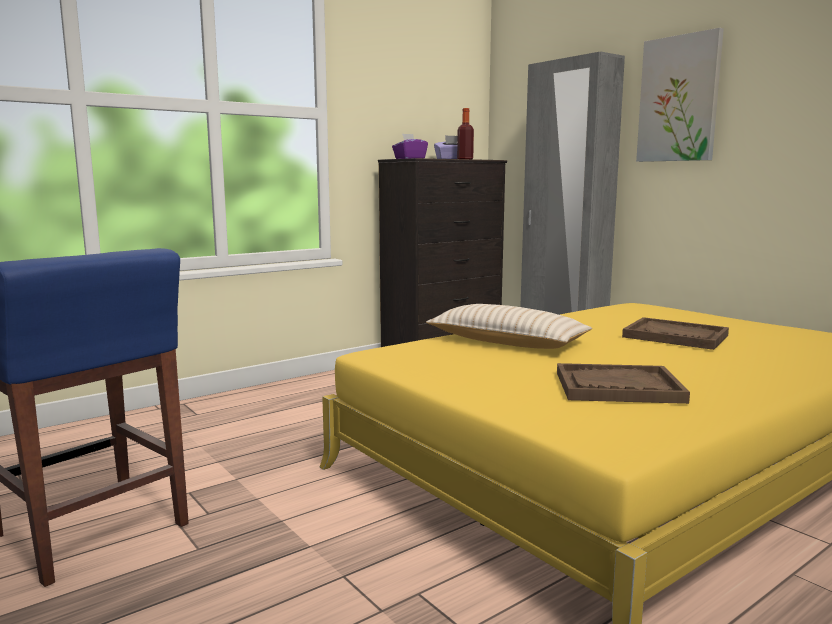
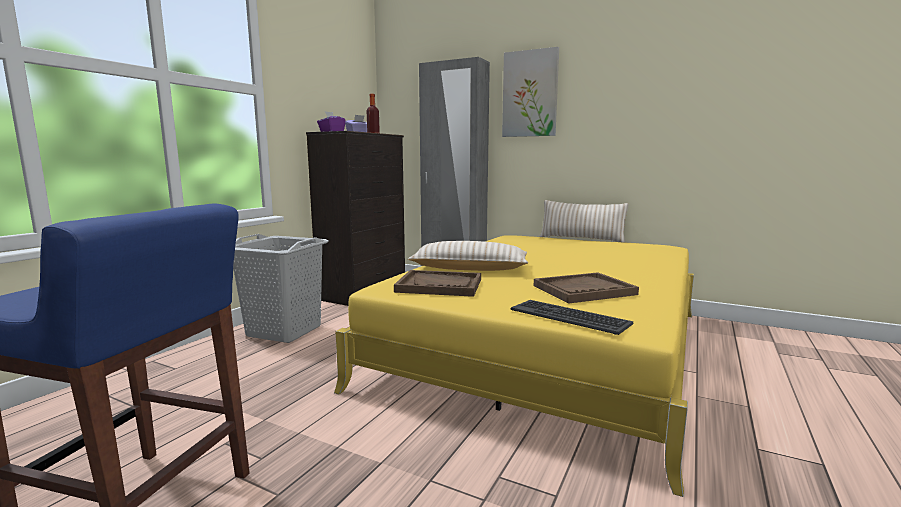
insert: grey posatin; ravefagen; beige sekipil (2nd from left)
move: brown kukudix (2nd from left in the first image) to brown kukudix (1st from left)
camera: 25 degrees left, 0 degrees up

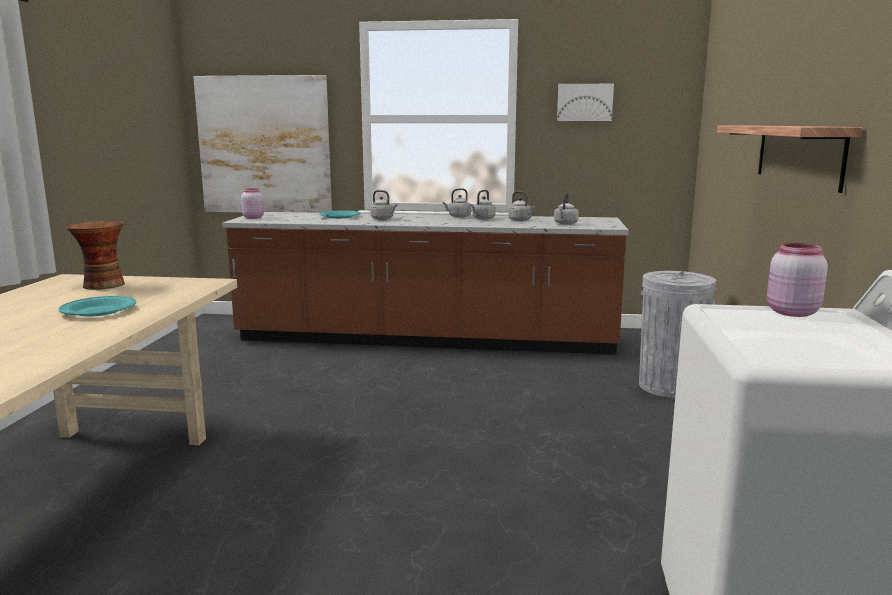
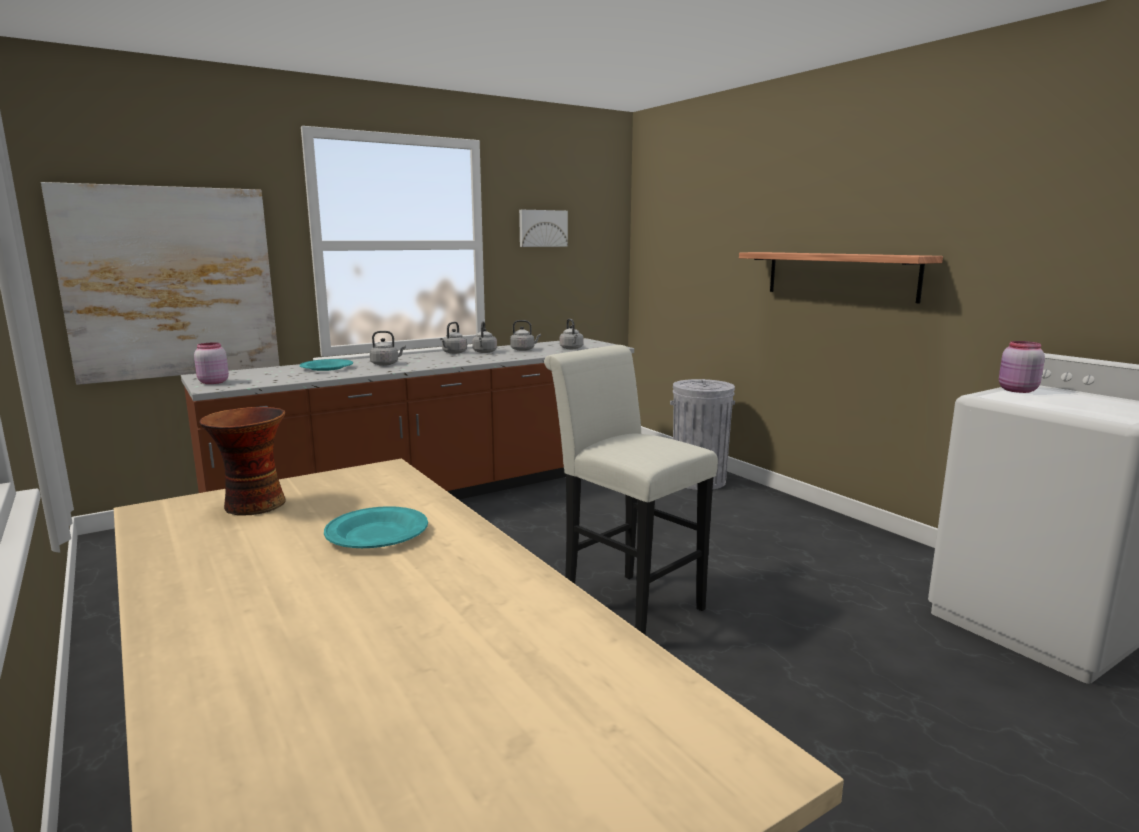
insert: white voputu
camera: 40 degrees left, 0 degrees up

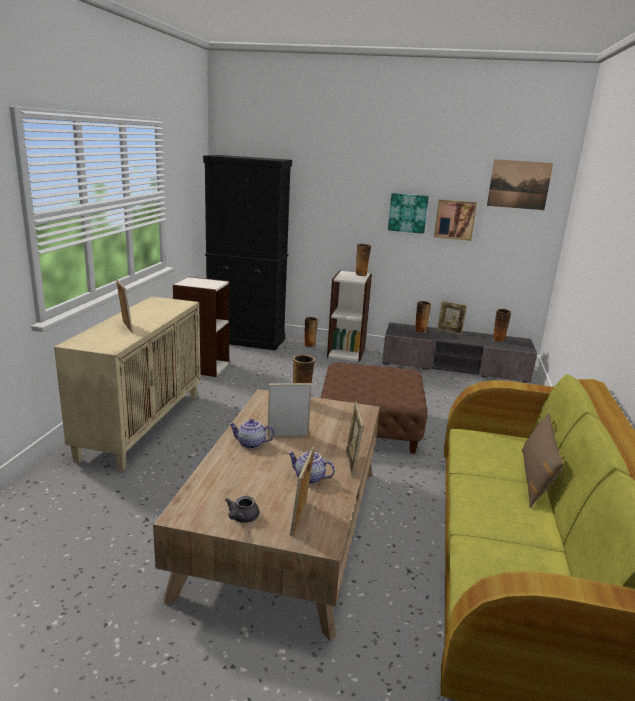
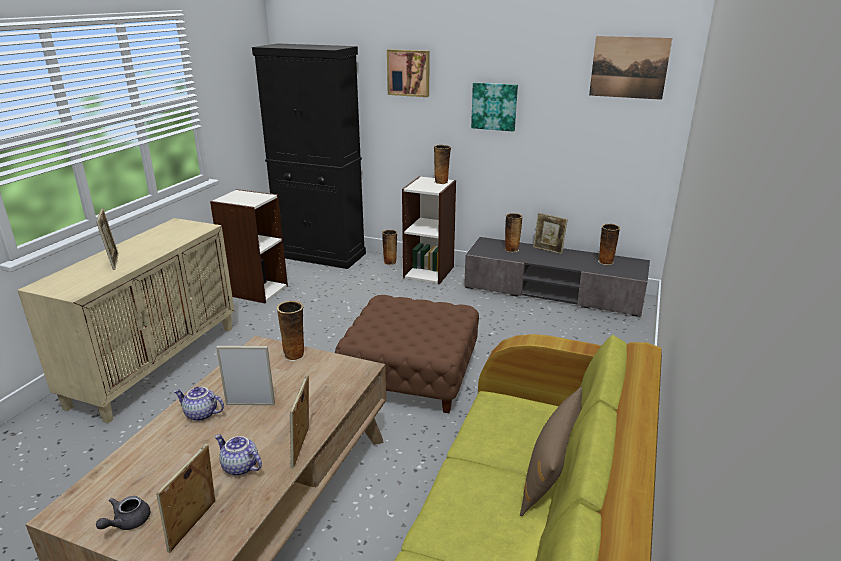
move: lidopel (2nd from left in the first image) to lidopel (1st from left)
camera: 10 degrees right, 5 degrees up

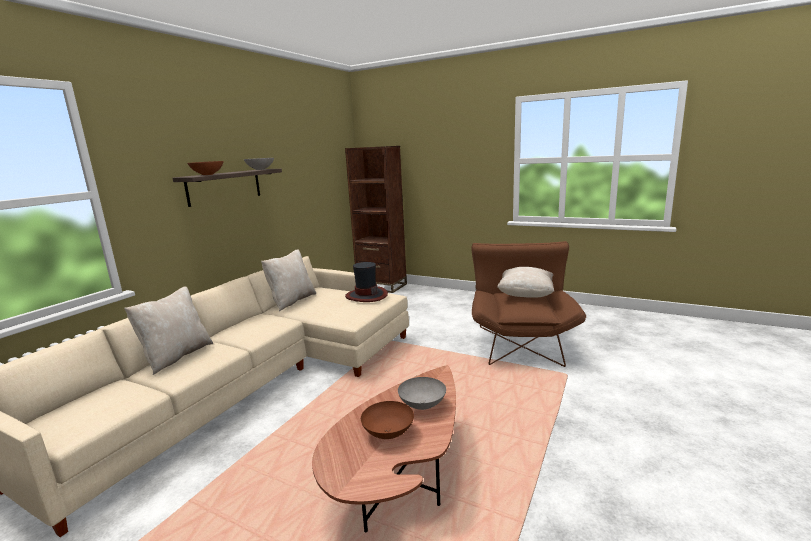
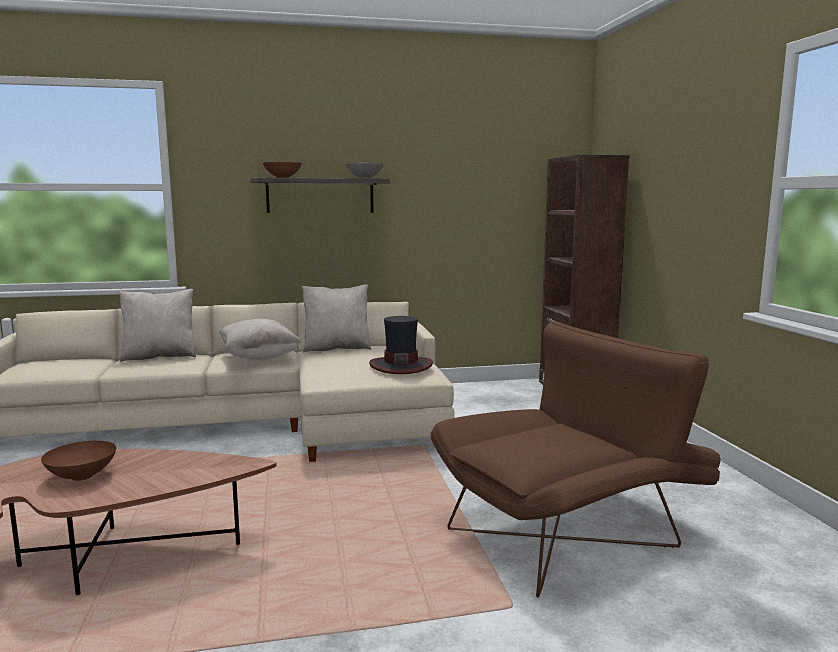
delete: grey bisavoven (2nd from left)
move: beige sekipil (3rd from left in the first image) to beige sekipil (2nd from left)
camera: 50 degrees right, 5 degrees down

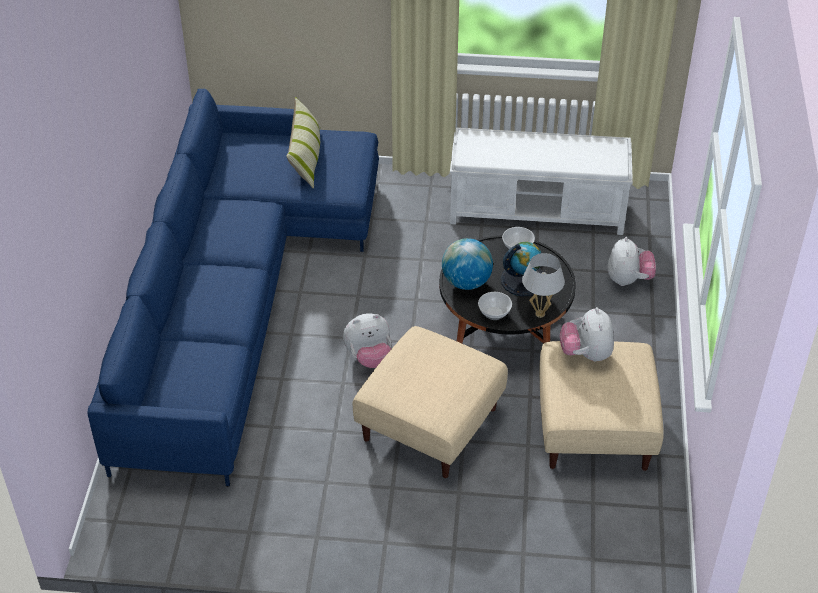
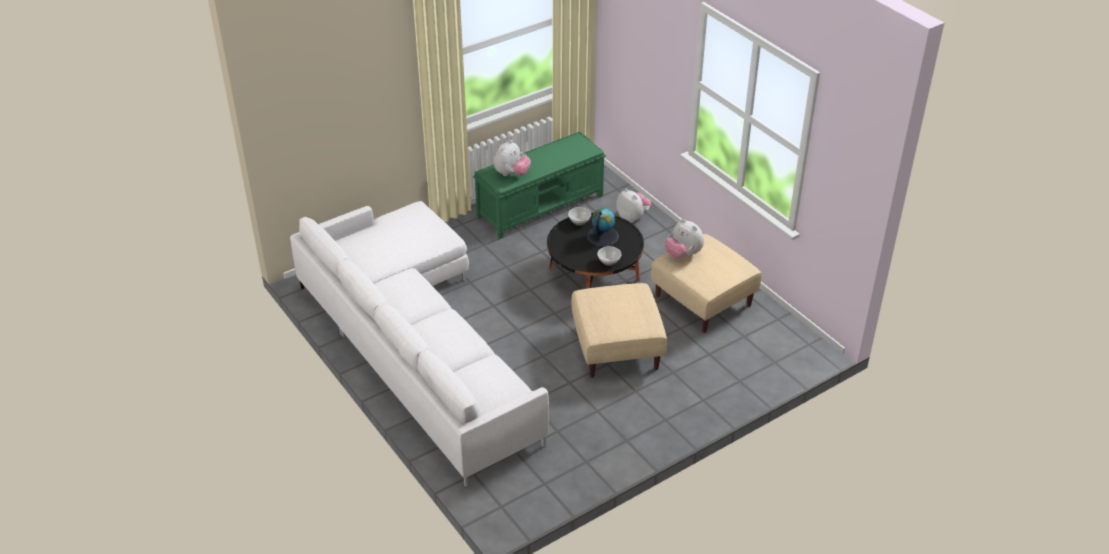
delete: sekipil; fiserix (1st from left); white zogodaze
move: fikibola (1st from left)
recolor: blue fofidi to white fofidi; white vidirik to green vidirik
camera: 40 degrees left, 5 degrees down

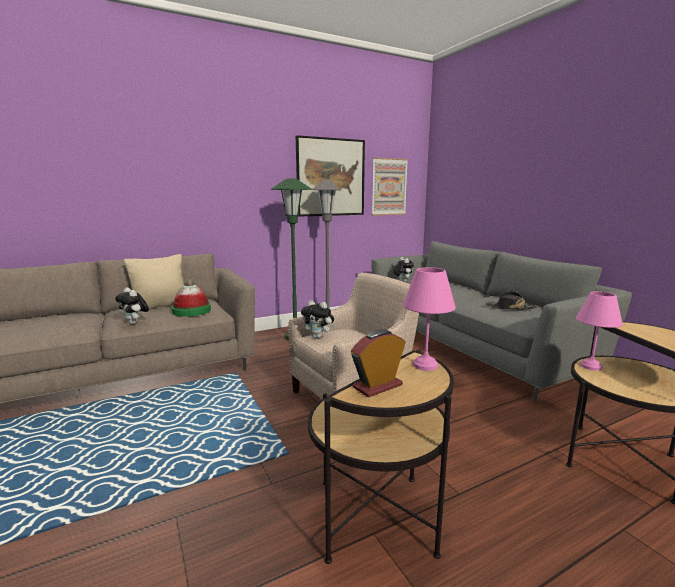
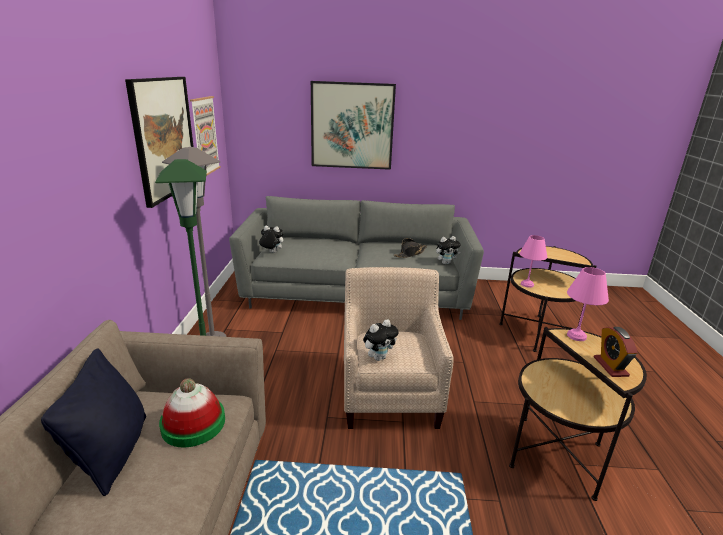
insert: lidopel (3rd from left)
move: fikibola (1st from left in the first image) to fikibola (3rd from left)
recolor: beige sekipil to black sekipil
camera: 60 degrees left, 10 degrees up

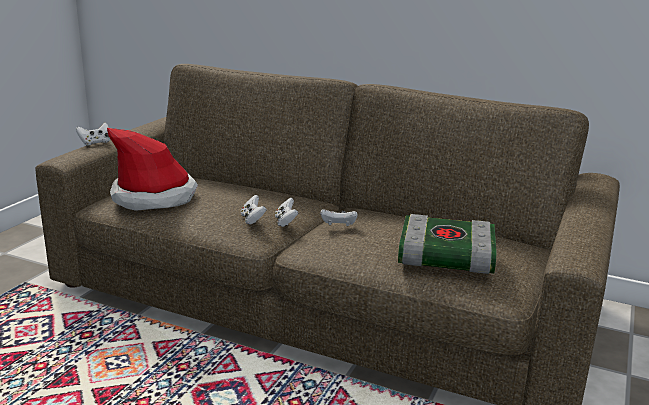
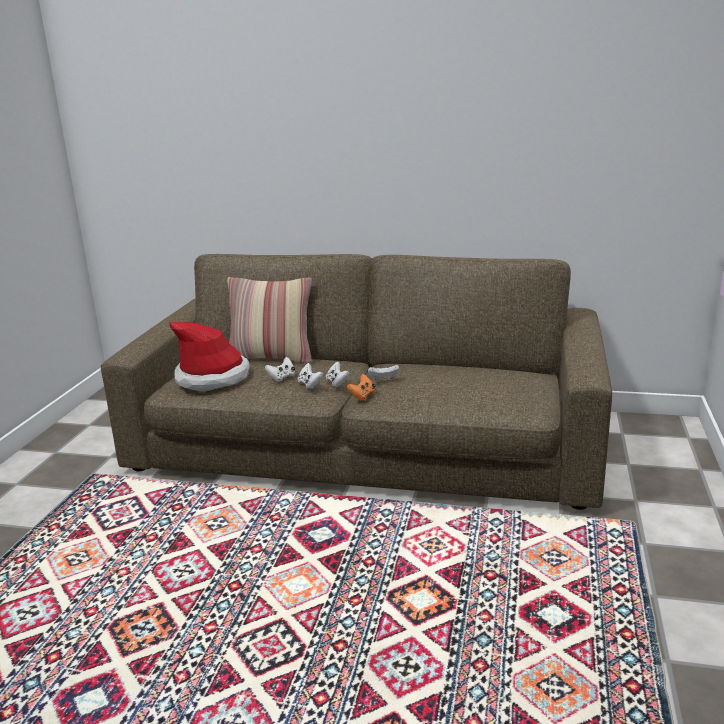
delete: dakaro
insert: sekipil; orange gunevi
move: white gunevi (1st from left)
camera: 10 degrees left, 0 degrees up

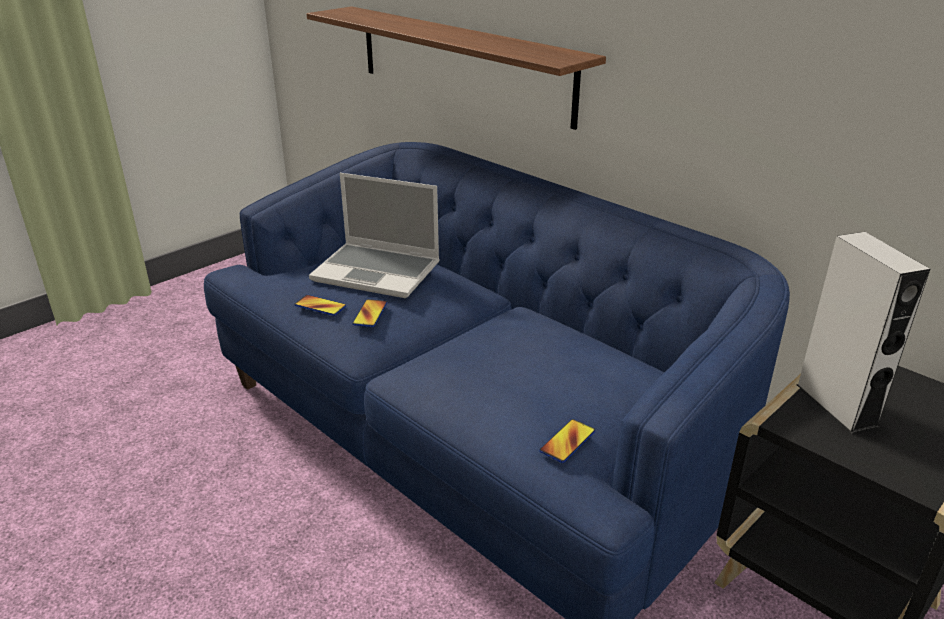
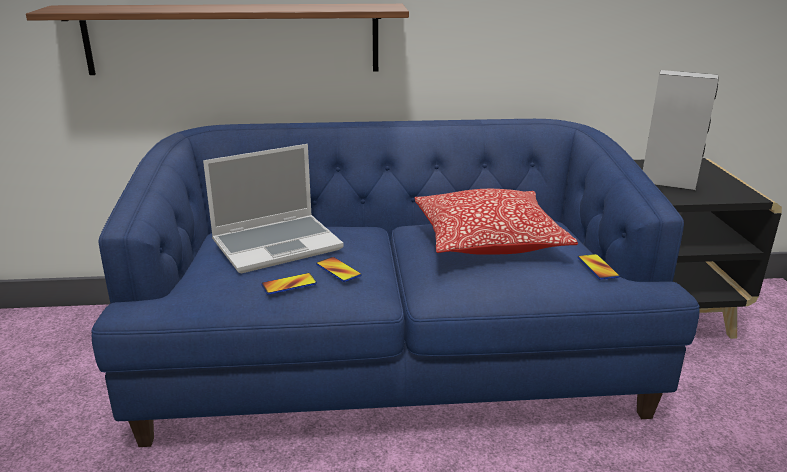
insert: sekipil
camera: 50 degrees left, 5 degrees down

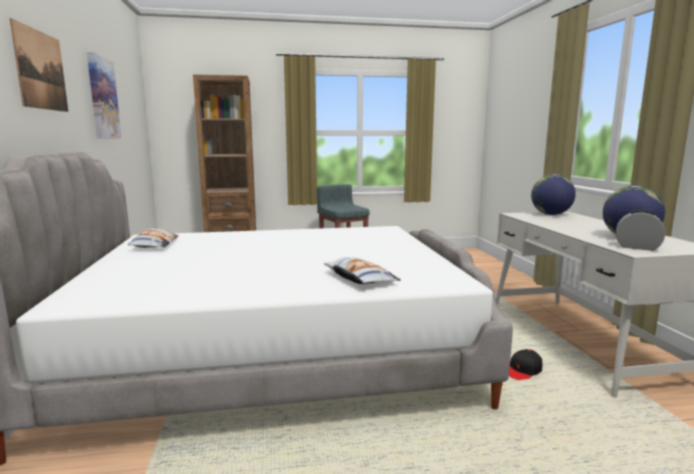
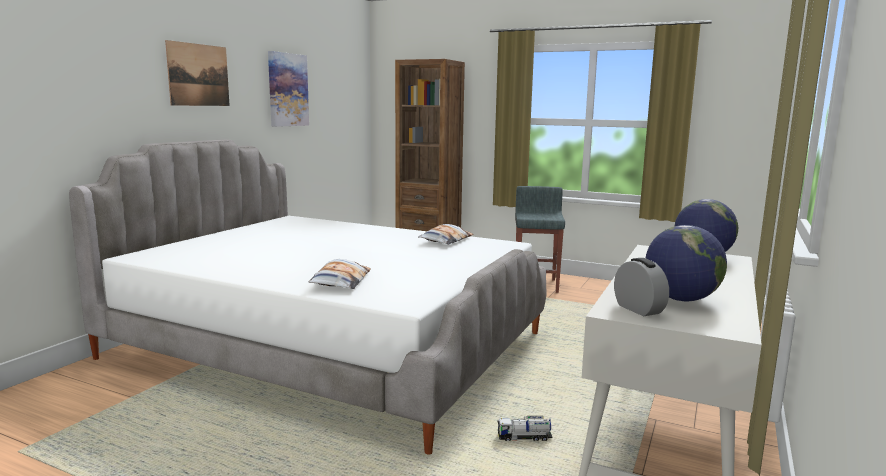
move: sekipil (1st from left in the first image) to sekipil (2nd from left)
replace: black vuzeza to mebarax
camera: 35 degrees right, 0 degrees up

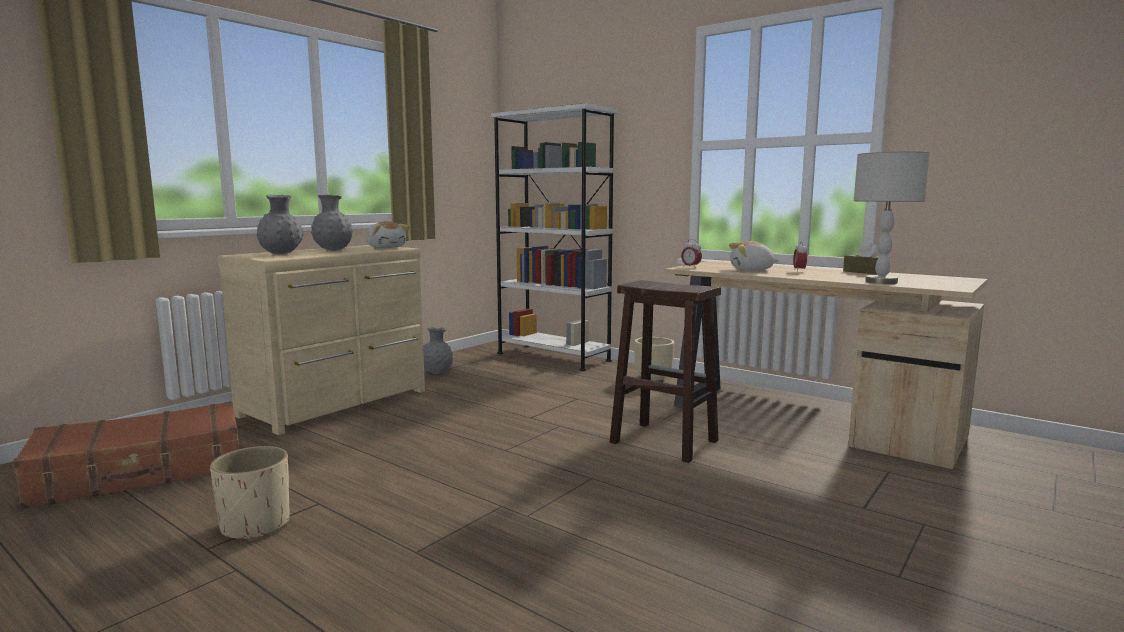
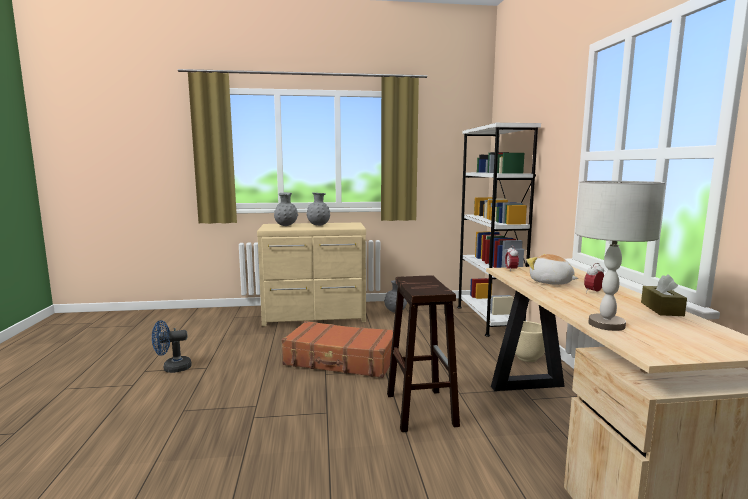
delete: fikibola (1st from left)
move: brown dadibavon
replace: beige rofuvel (1st from left) to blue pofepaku
camera: 45 degrees right, 0 degrees up

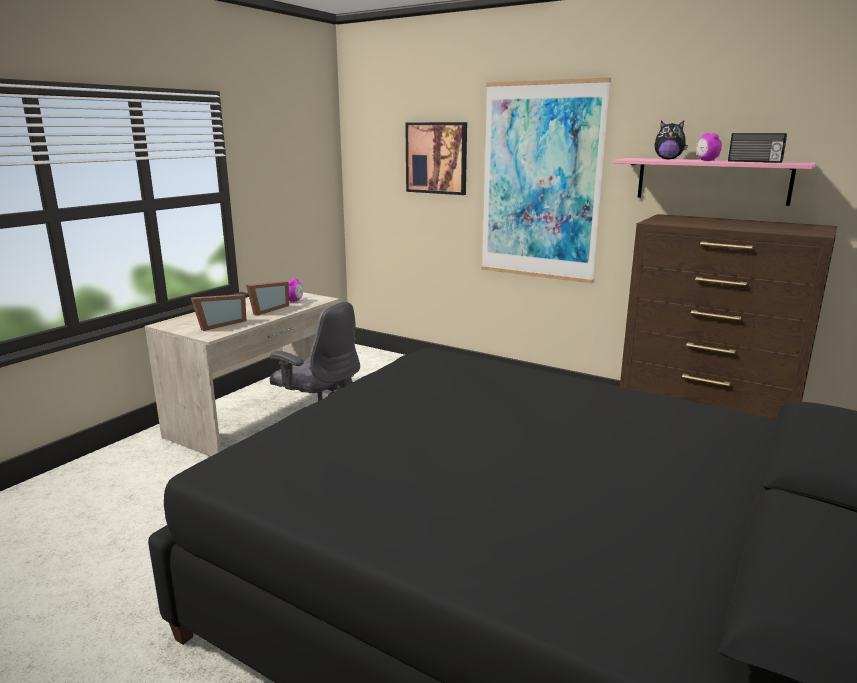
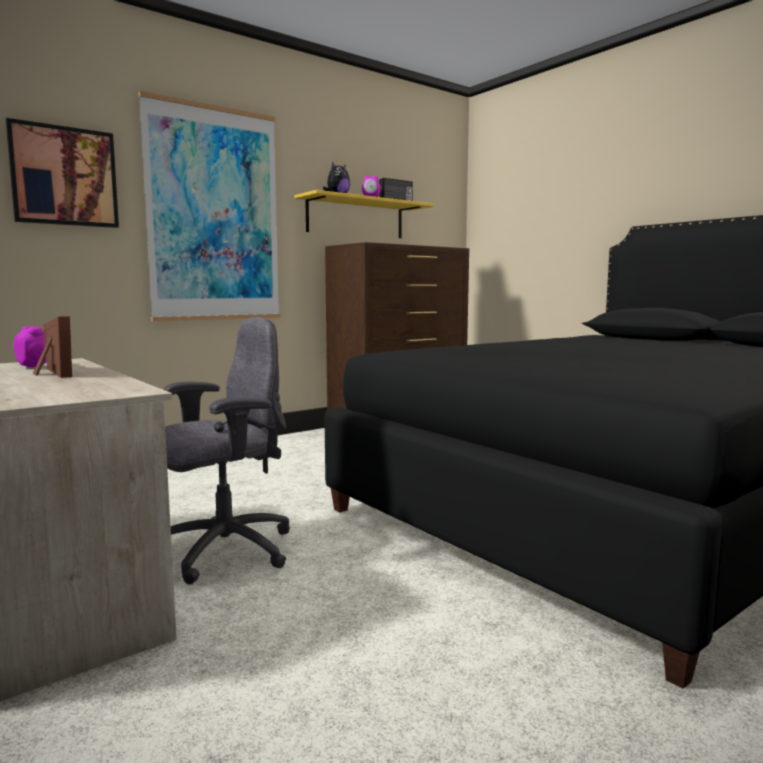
delete: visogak (1st from left)
recolor: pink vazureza to yellow vazureza
camera: 70 degrees left, 10 degrees down

